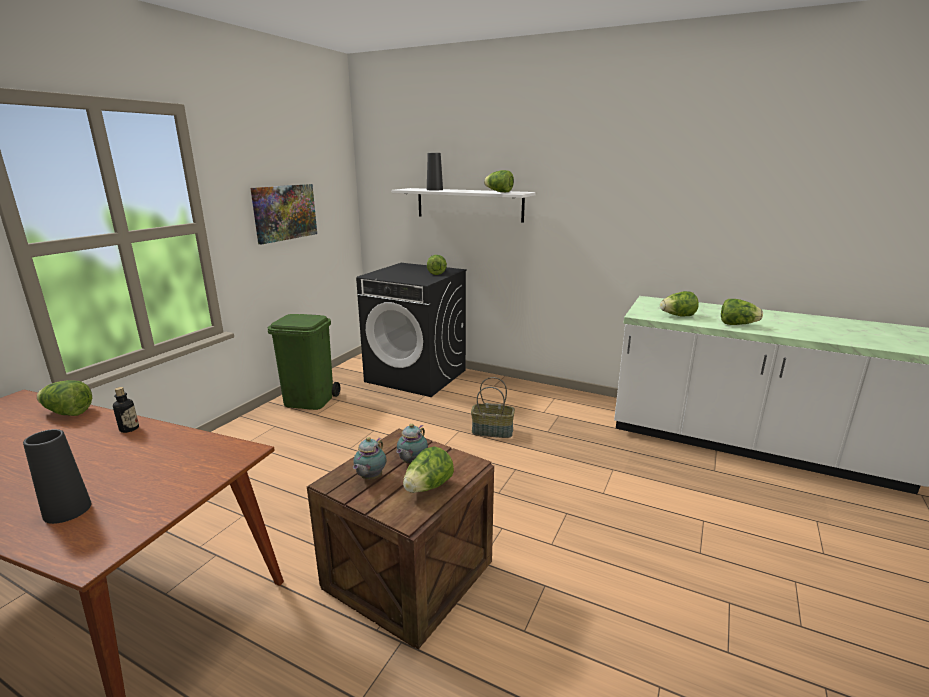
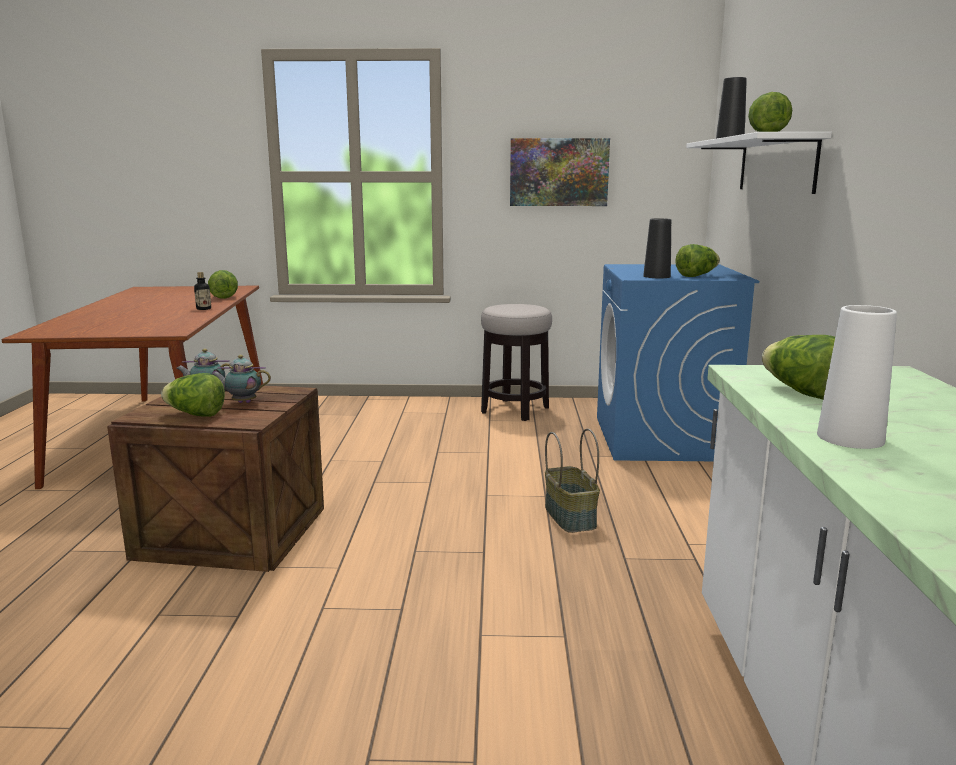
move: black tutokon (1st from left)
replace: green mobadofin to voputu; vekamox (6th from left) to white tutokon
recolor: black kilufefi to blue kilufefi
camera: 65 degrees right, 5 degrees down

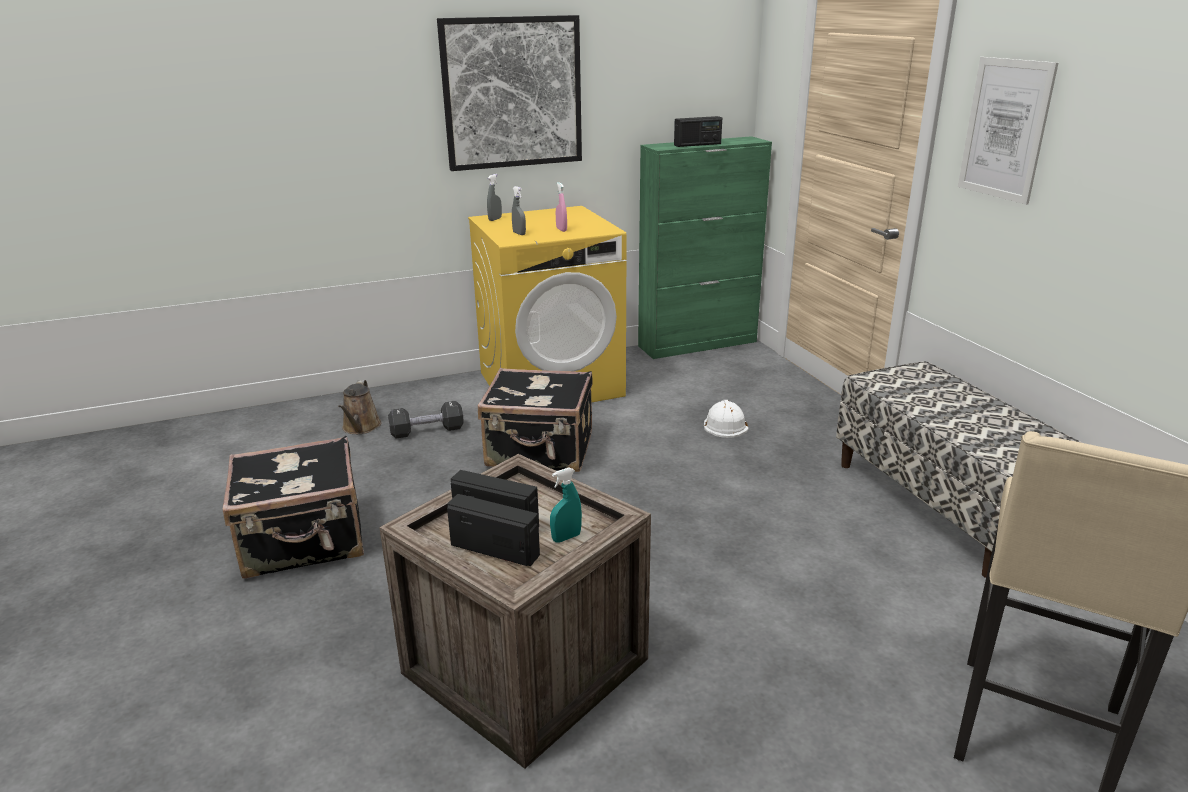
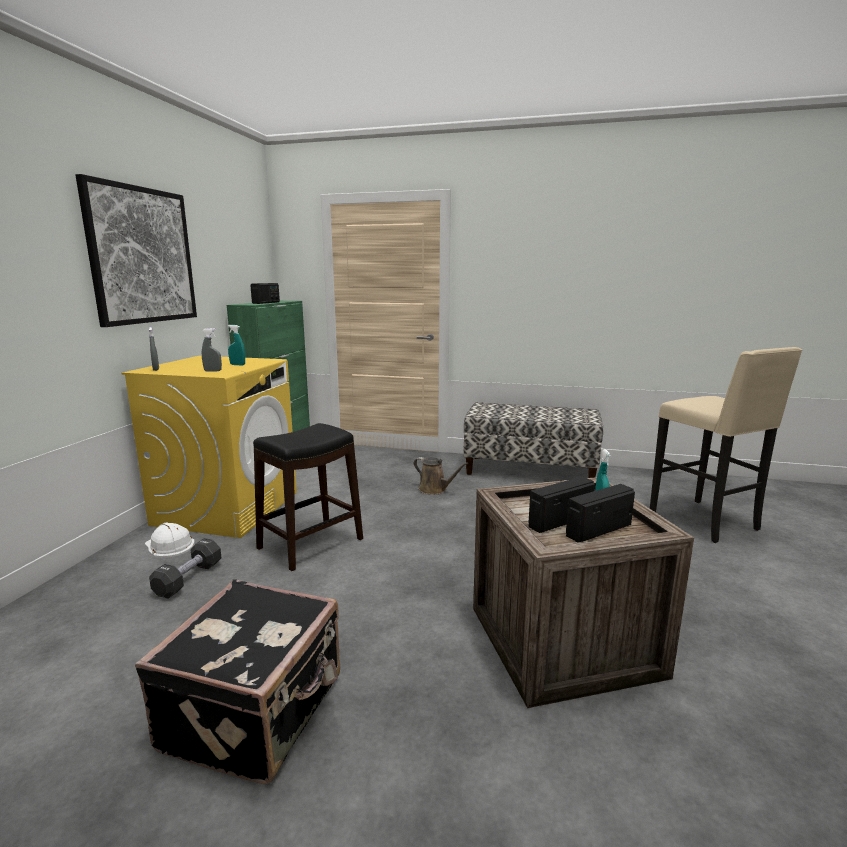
delete: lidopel (2nd from left)
move: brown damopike; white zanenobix
replace: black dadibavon (2nd from left) to black voputu
recolor: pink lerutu to turquoise lerutu (1st from left)
camera: 55 degrees left, 10 degrees down

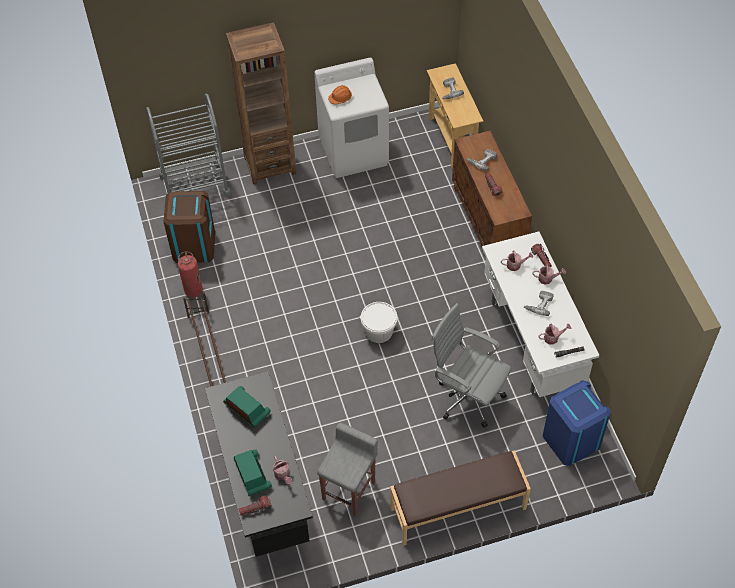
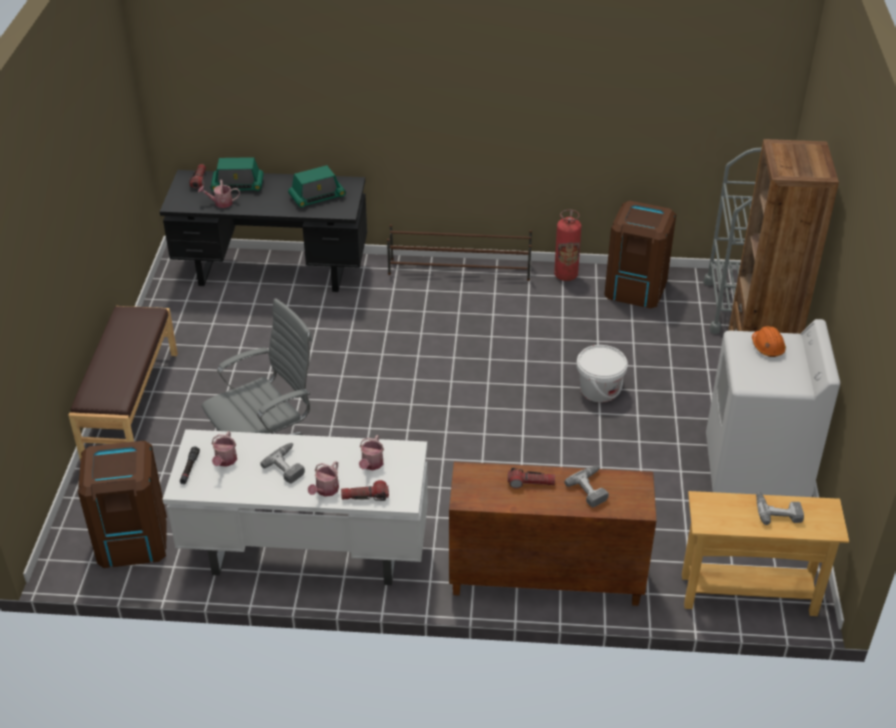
delete: grey voputu
move: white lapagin
recolor: blue mobadofin to brown mobadofin (1st from left)
camera: 110 degrees right, 15 degrees down

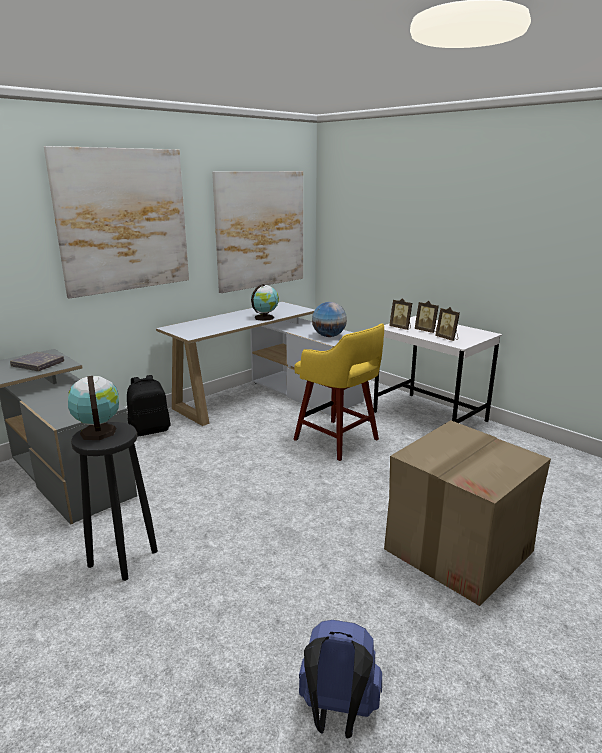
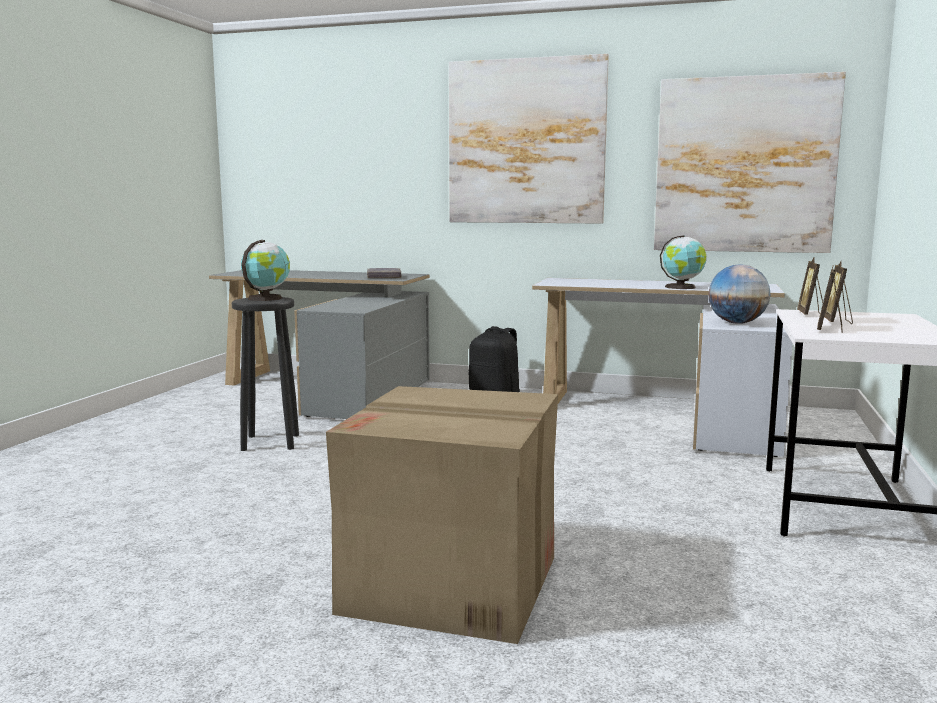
delete: yellow voputu; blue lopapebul
camera: 60 degrees right, 10 degrees down

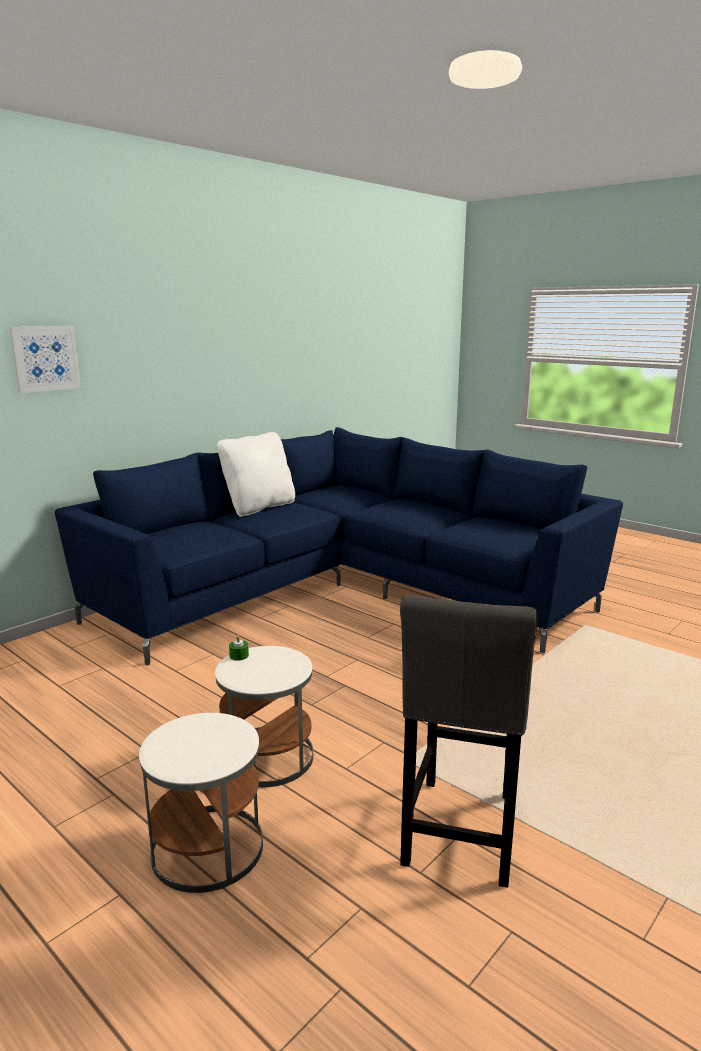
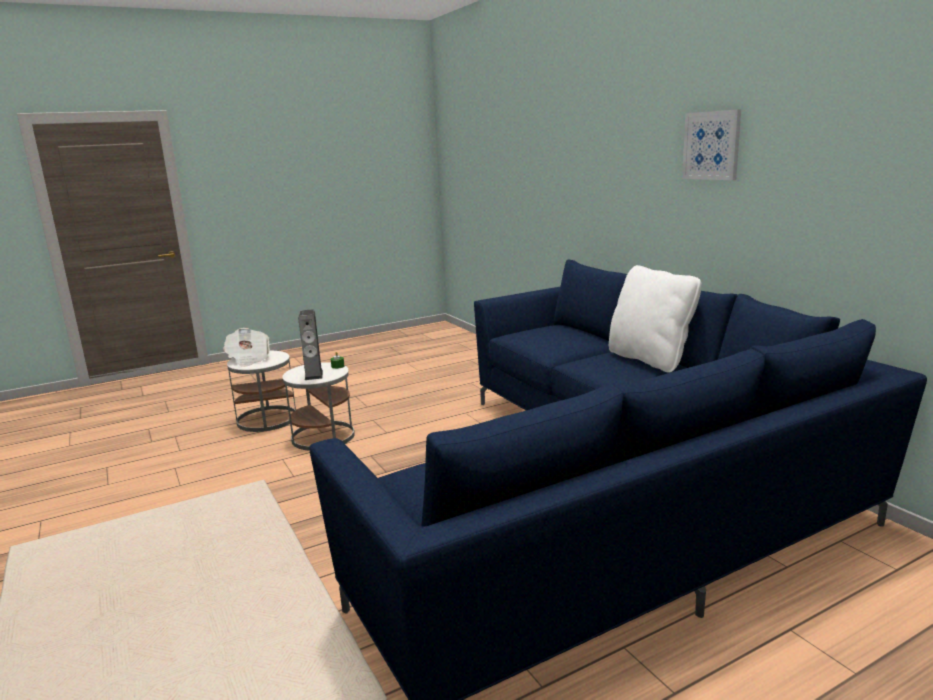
delete: grey voputu
insert: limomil; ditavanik
move: lidopel
camera: 110 degrees right, 0 degrees up

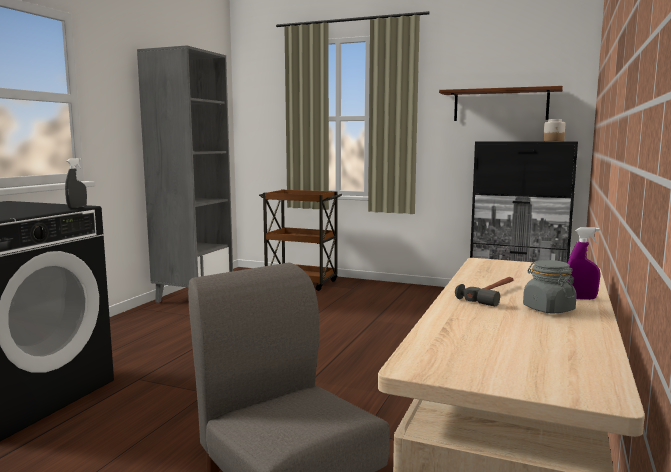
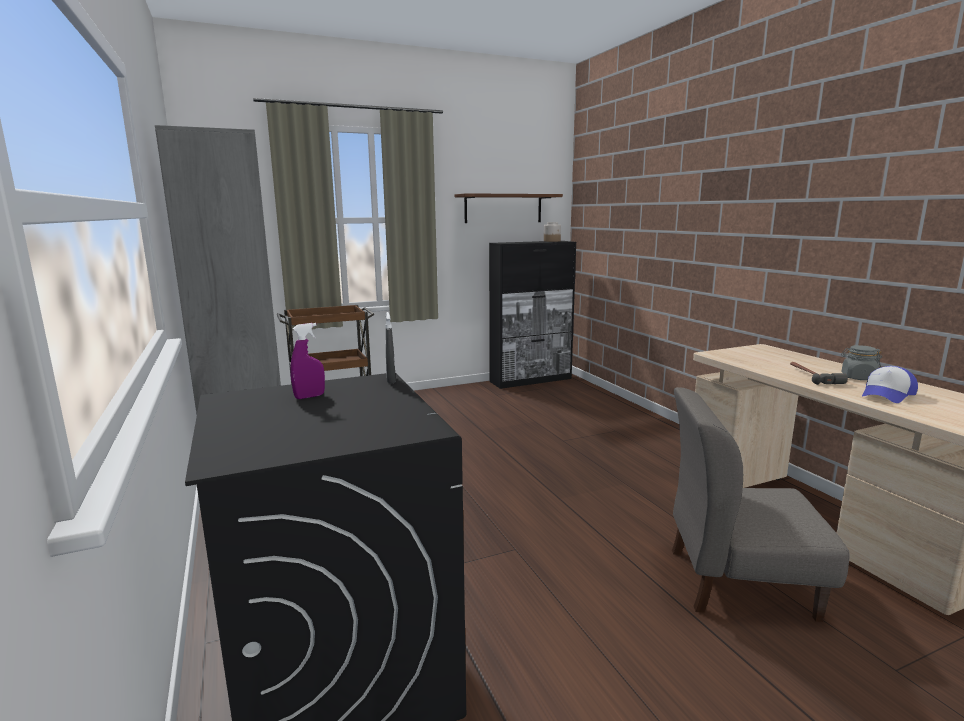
insert: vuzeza
move: purple lerutu
camera: 45 degrees left, 5 degrees up

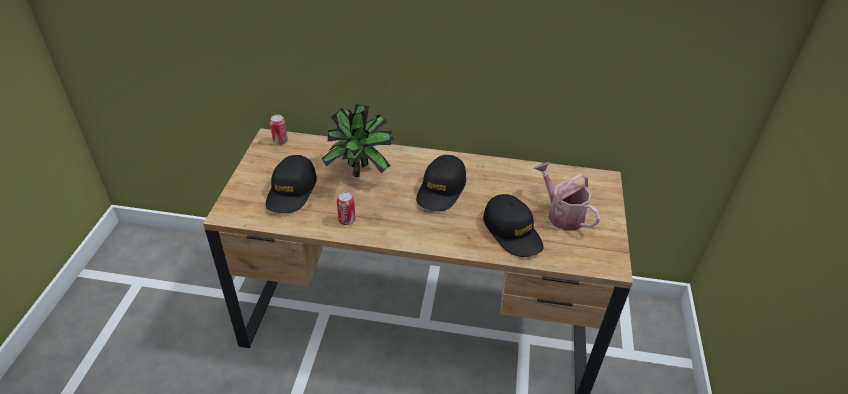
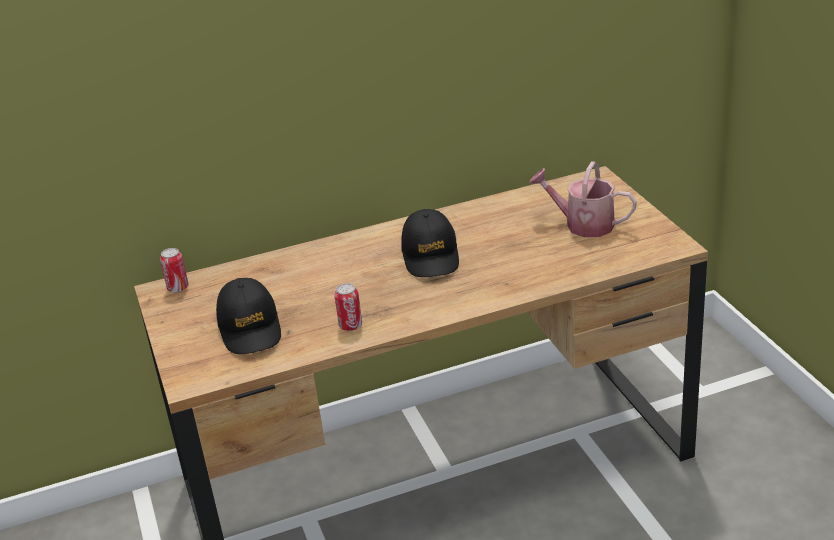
delete: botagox; black vuzeza (3rd from left)
camera: 25 degrees left, 10 degrees down

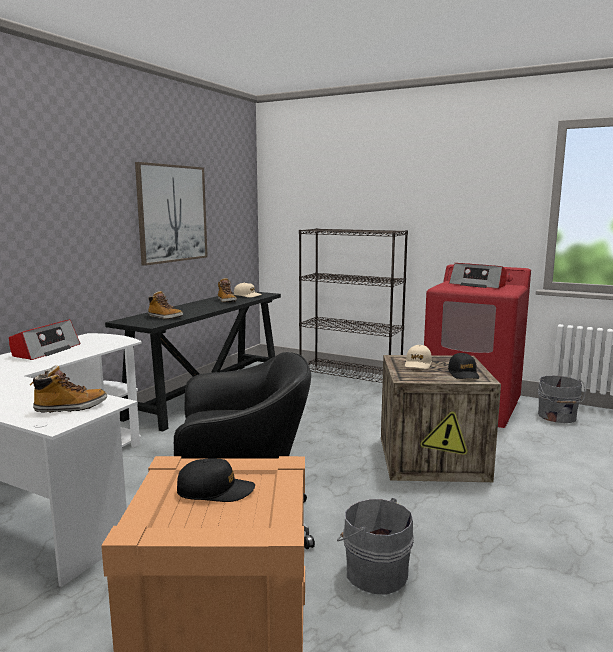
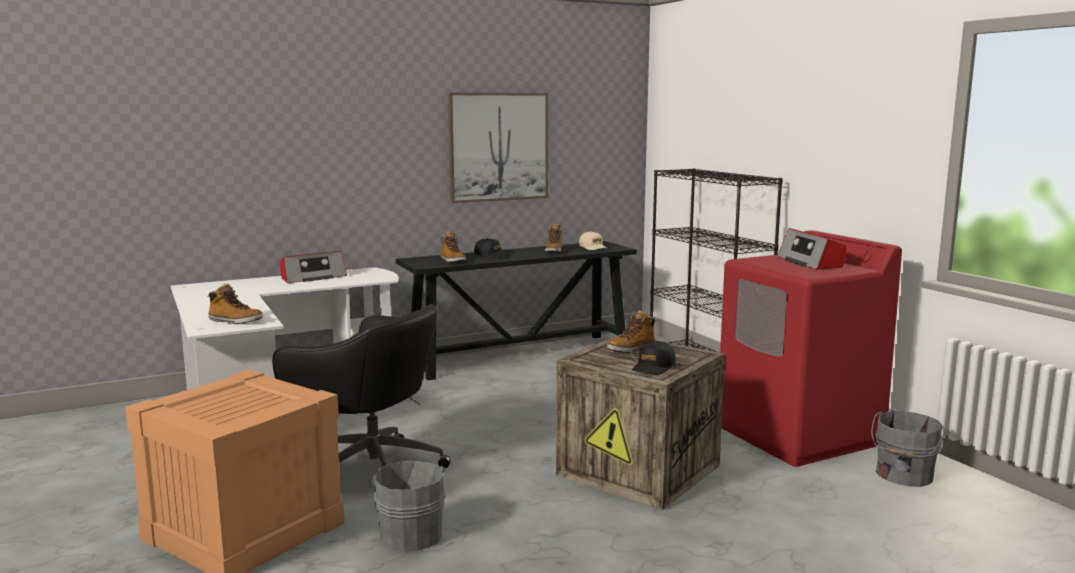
move: black vuzeza (1st from left)
replace: beige vuzeza (2nd from left) to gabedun (4th from left)
camera: 35 degrees right, 0 degrees up

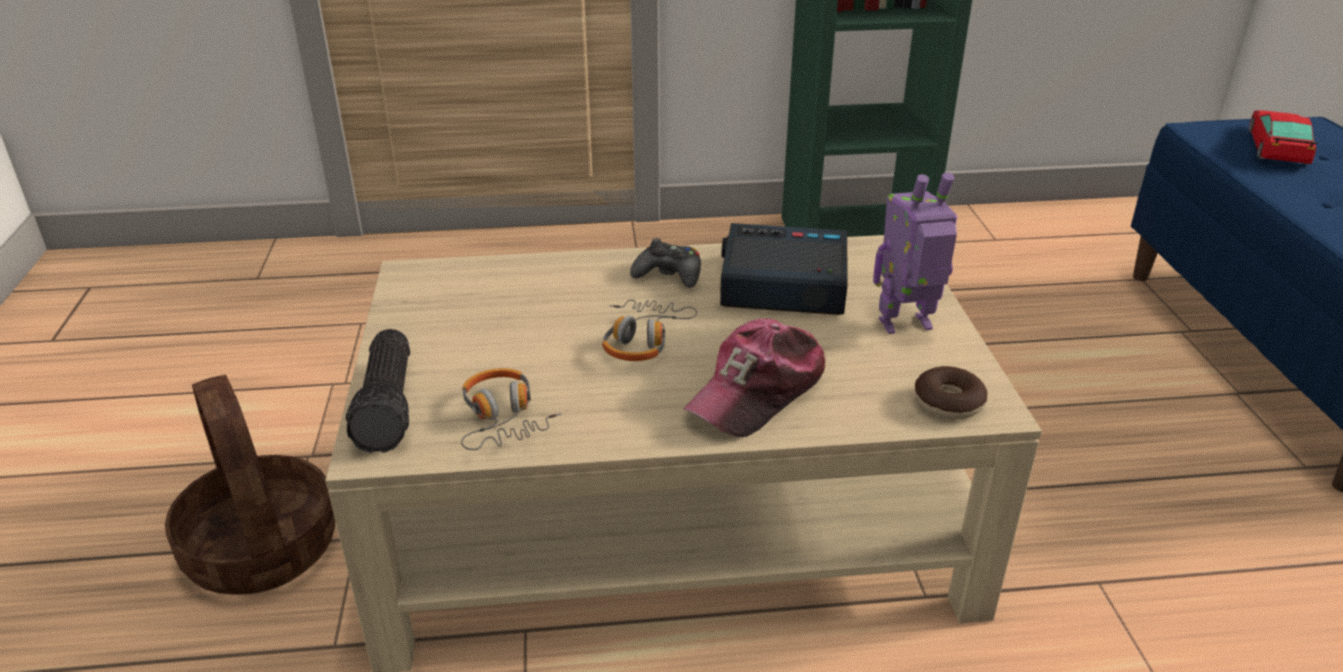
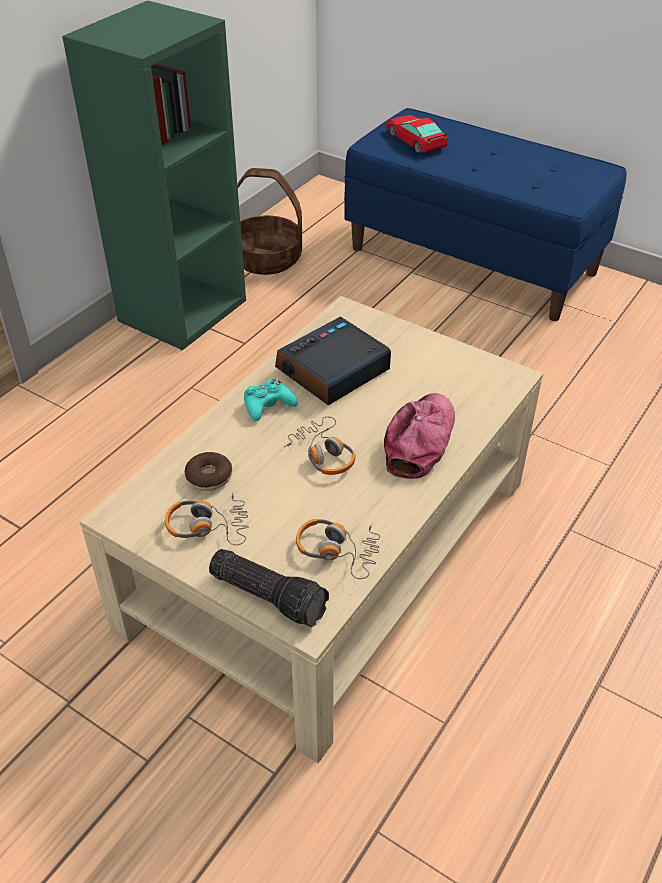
delete: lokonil
insert: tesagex (1st from left)
move: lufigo; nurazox
recolor: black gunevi to turquoise gunevi
rotate: vuzeza 150 degrees counterclockwise
camera: 50 degrees left, 10 degrees up

